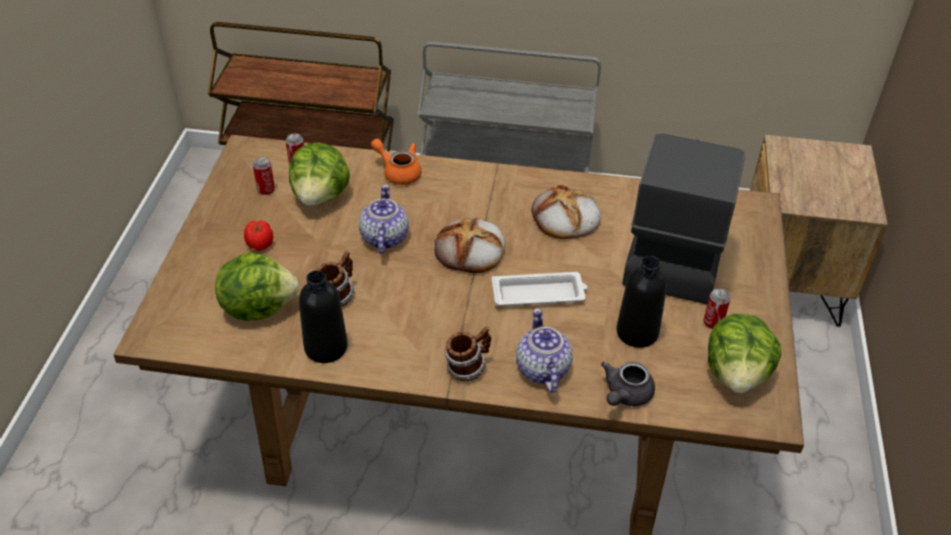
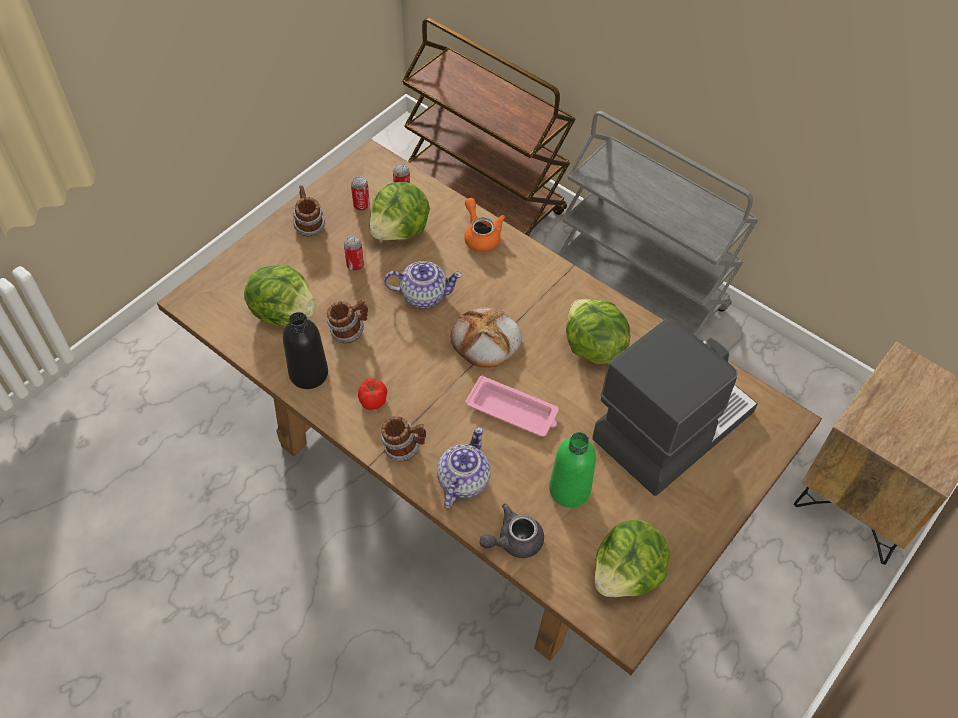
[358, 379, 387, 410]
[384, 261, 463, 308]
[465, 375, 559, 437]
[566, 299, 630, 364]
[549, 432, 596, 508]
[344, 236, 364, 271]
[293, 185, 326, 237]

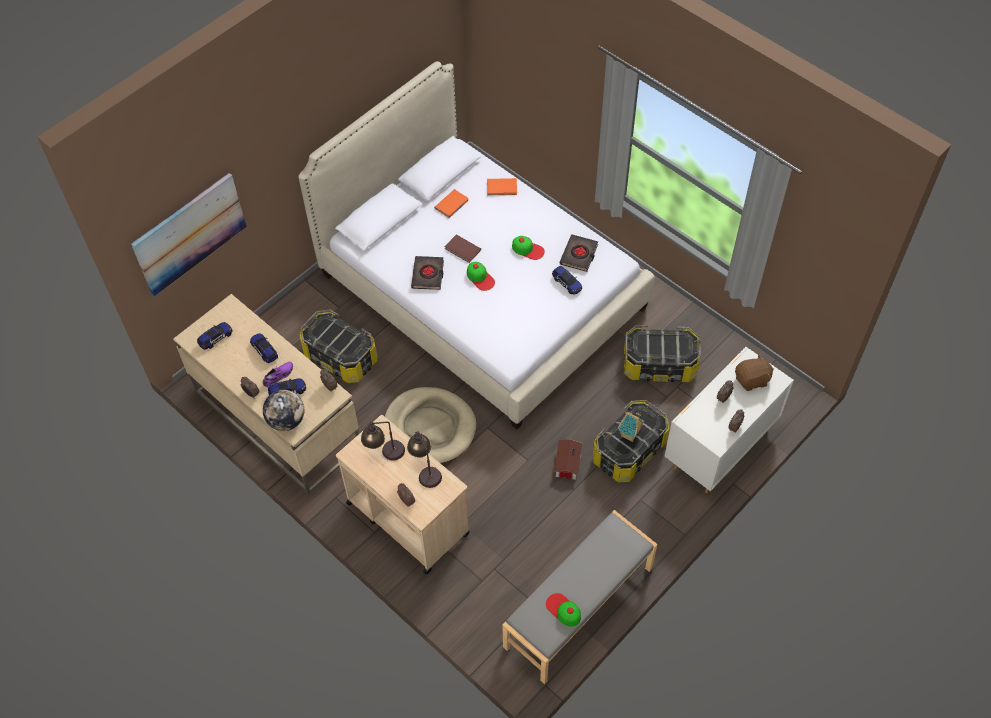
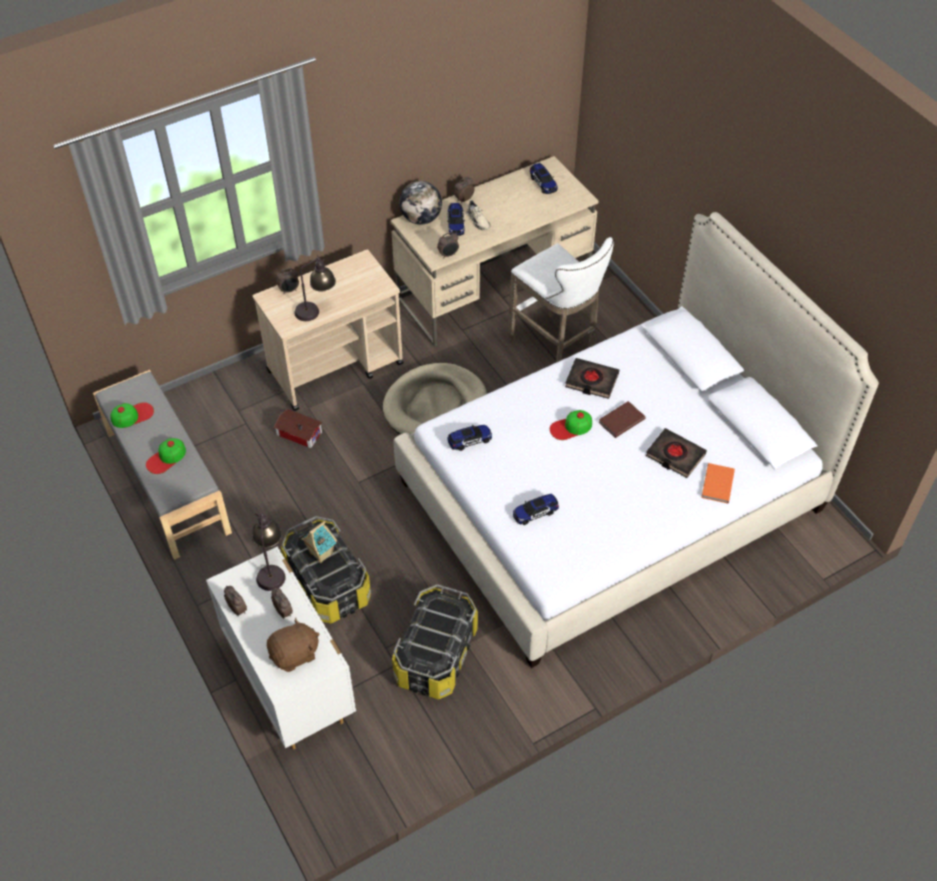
[131, 173, 247, 296] (first image)
[448, 425, 492, 451]
[466, 199, 490, 230]
[508, 237, 614, 363]
[252, 513, 286, 591]
[434, 189, 469, 218] (first image)
[146, 438, 186, 474]
[273, 409, 323, 448]
[646, 428, 707, 478]
[267, 617, 319, 672]

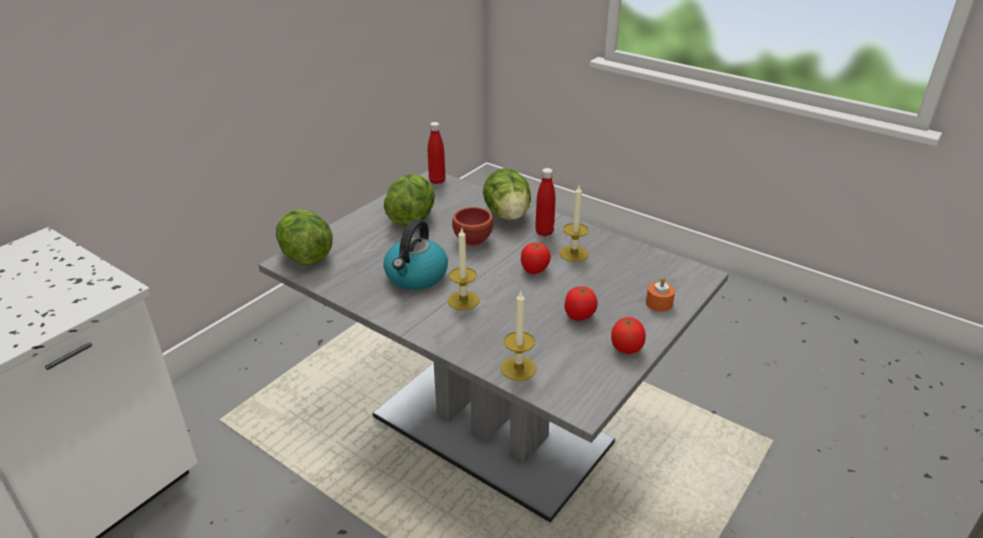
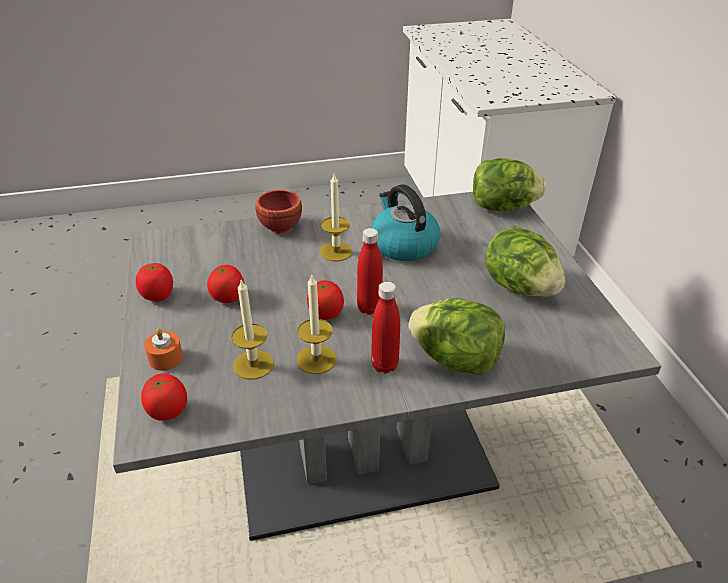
[357, 228, 383, 315]
[256, 189, 302, 234]
[231, 279, 274, 380]
[141, 374, 187, 421]

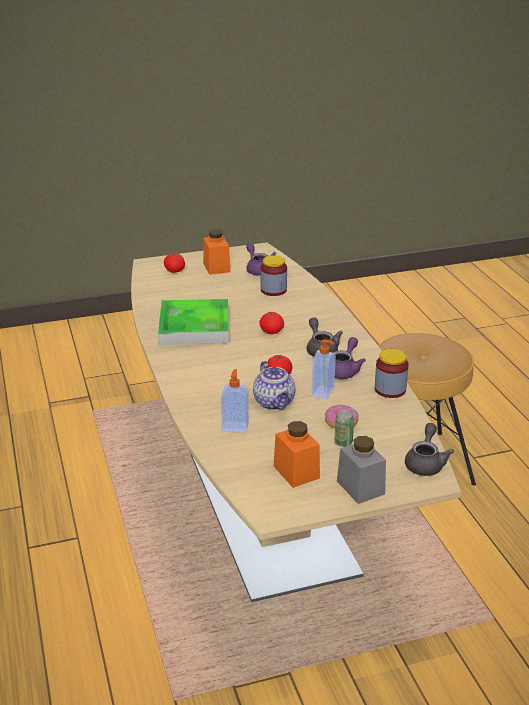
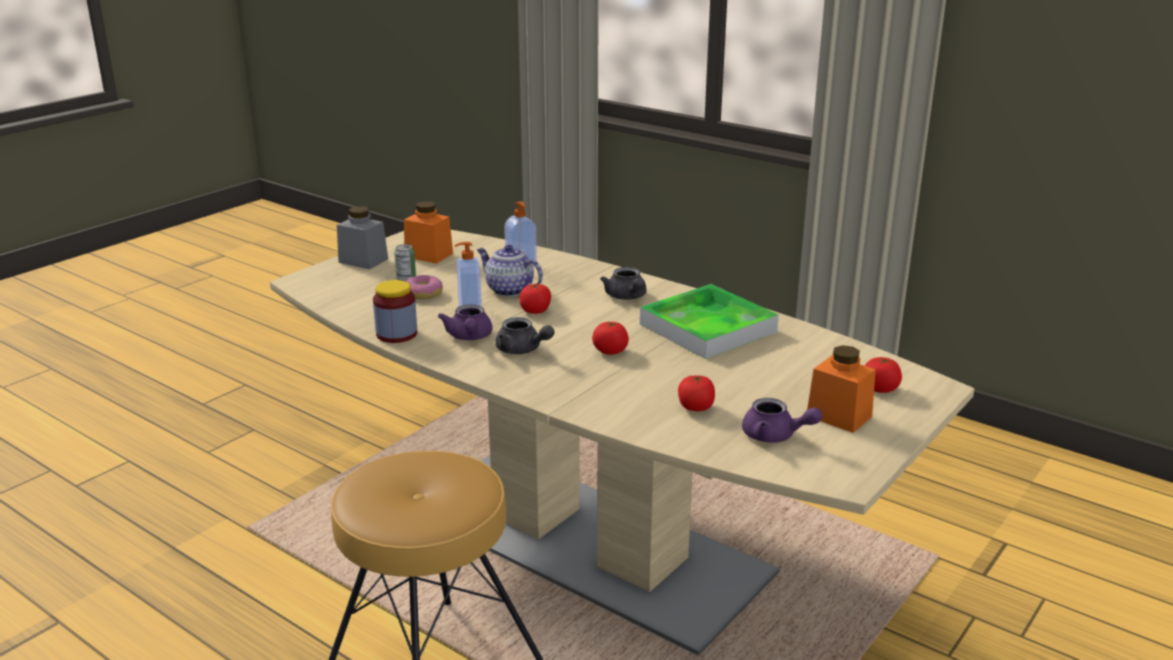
[678, 375, 715, 411]
[600, 267, 647, 300]

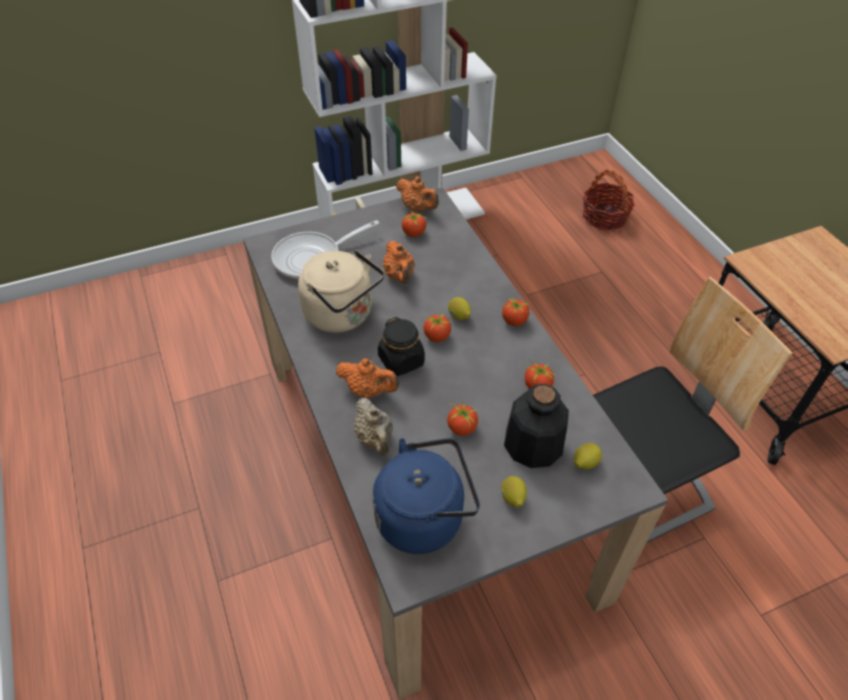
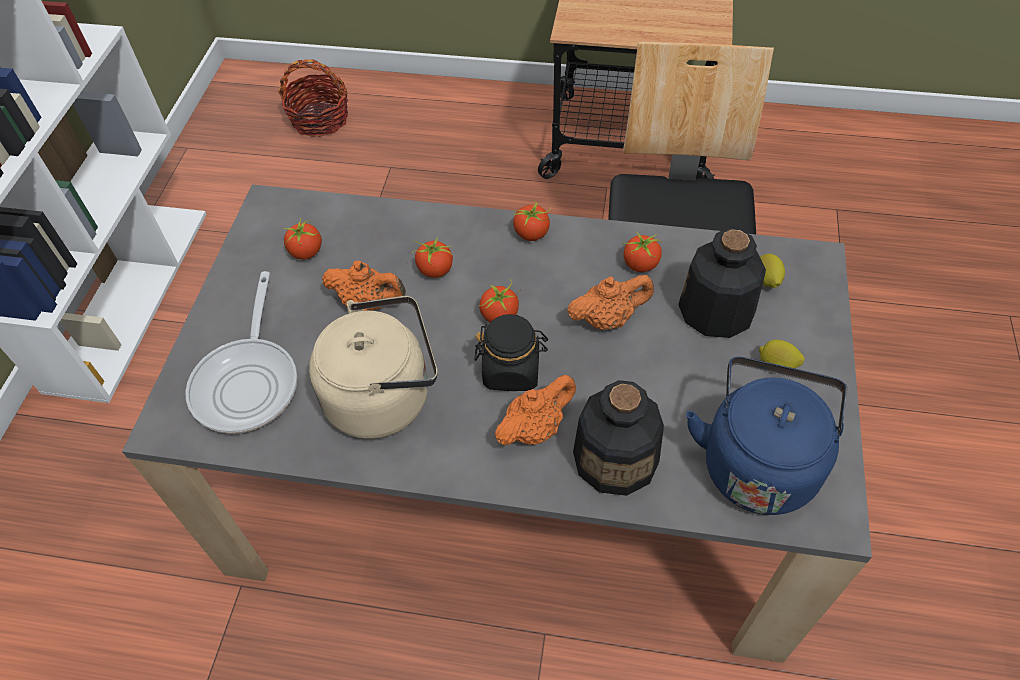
[573, 380, 664, 496]
[567, 275, 654, 329]
[412, 236, 453, 278]
[448, 297, 471, 320] (first image)

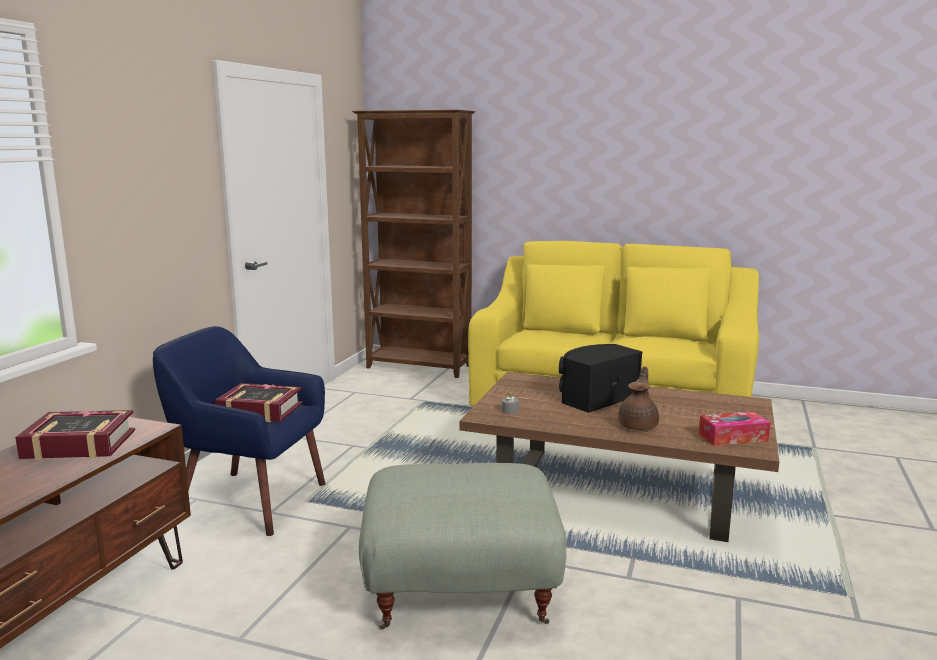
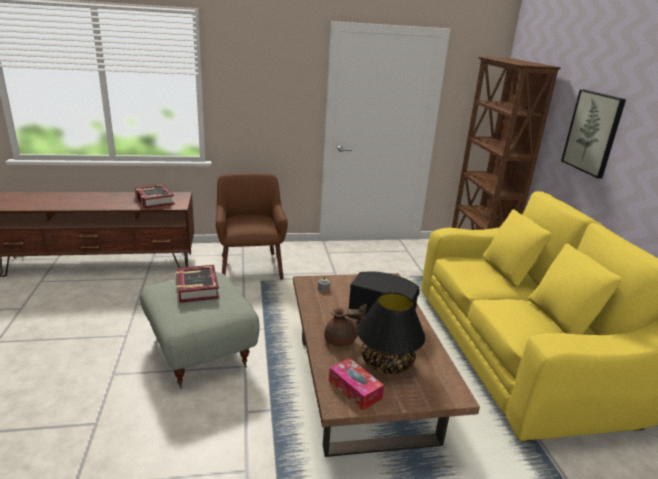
[216, 173, 288, 279]
[176, 265, 219, 303]
[357, 292, 425, 374]
[561, 89, 626, 179]

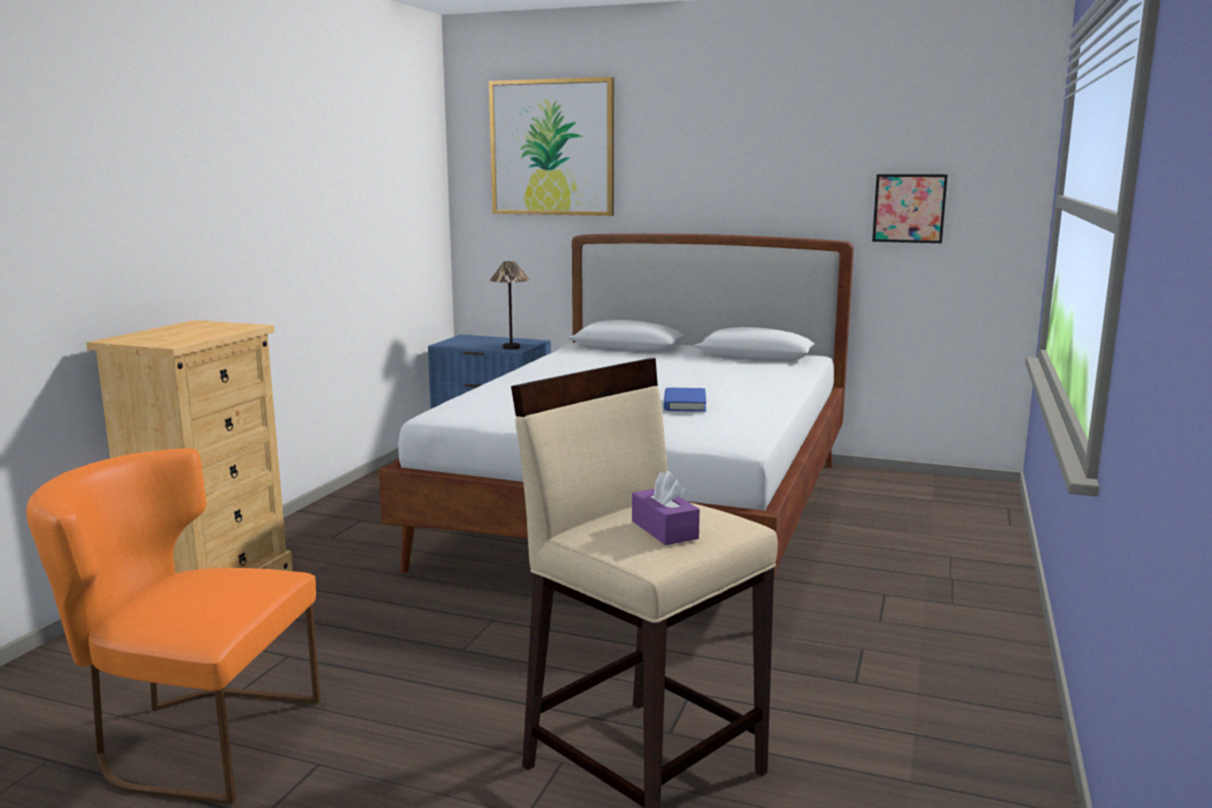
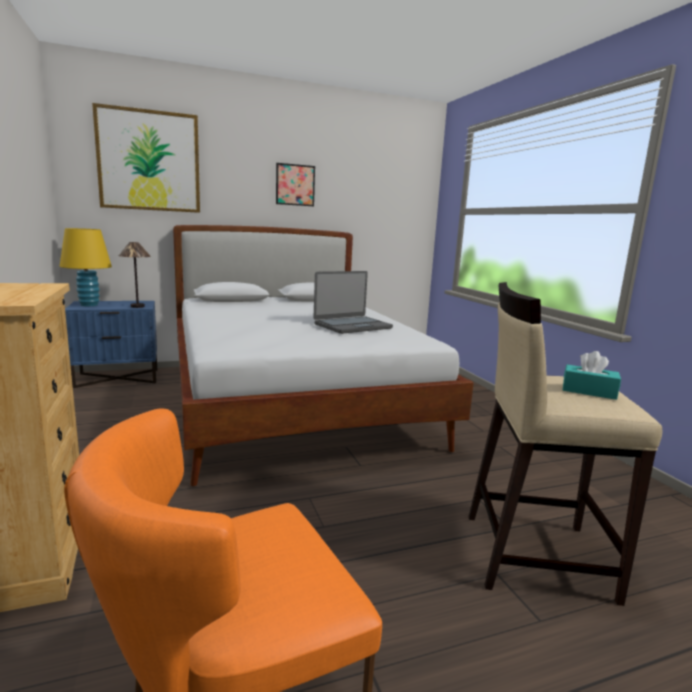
[563, 351, 621, 400]
[313, 271, 393, 334]
[276, 163, 315, 206]
[60, 228, 112, 306]

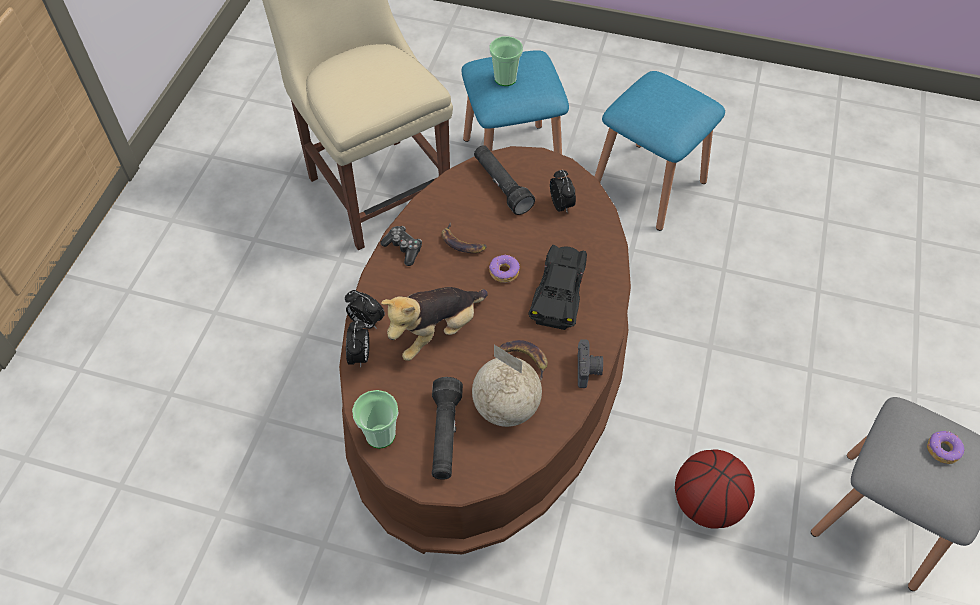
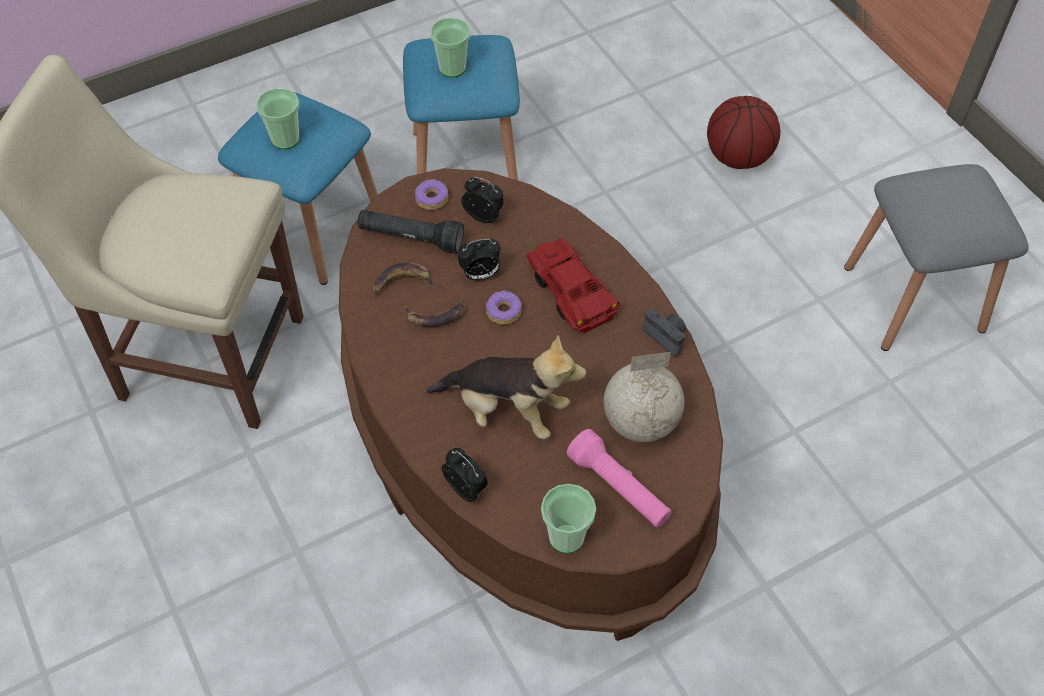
[458, 239, 501, 281]
[380, 226, 422, 266] (first image)
[426, 335, 586, 439]
[567, 429, 672, 527]
[373, 262, 436, 294]
[526, 237, 620, 333]
[707, 96, 780, 169]
[415, 179, 449, 210]
[430, 18, 471, 78]

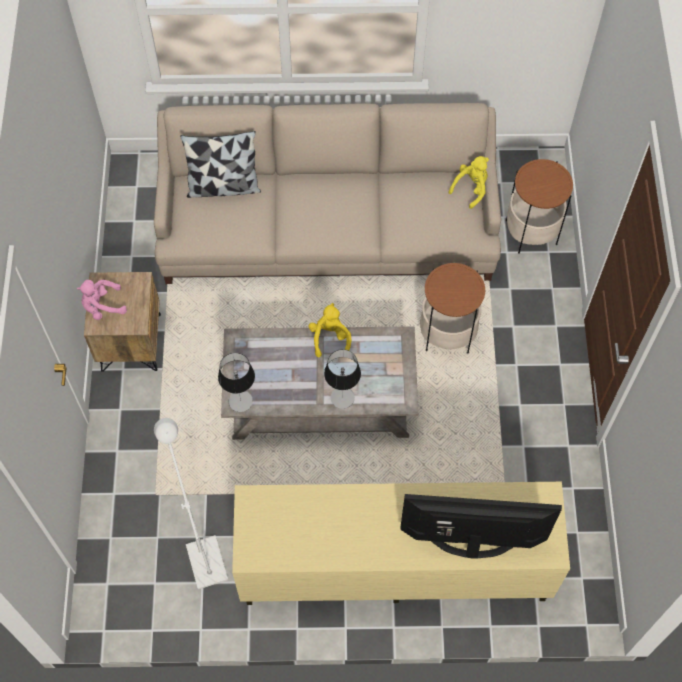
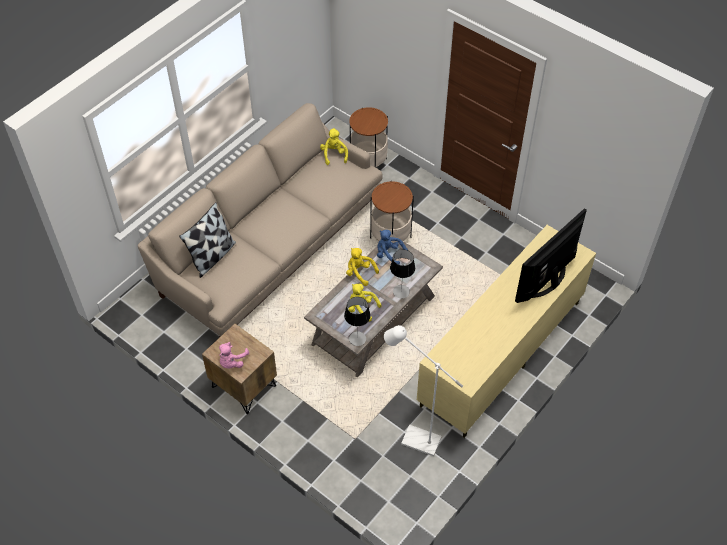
[348, 284, 381, 322]
[377, 230, 408, 265]

